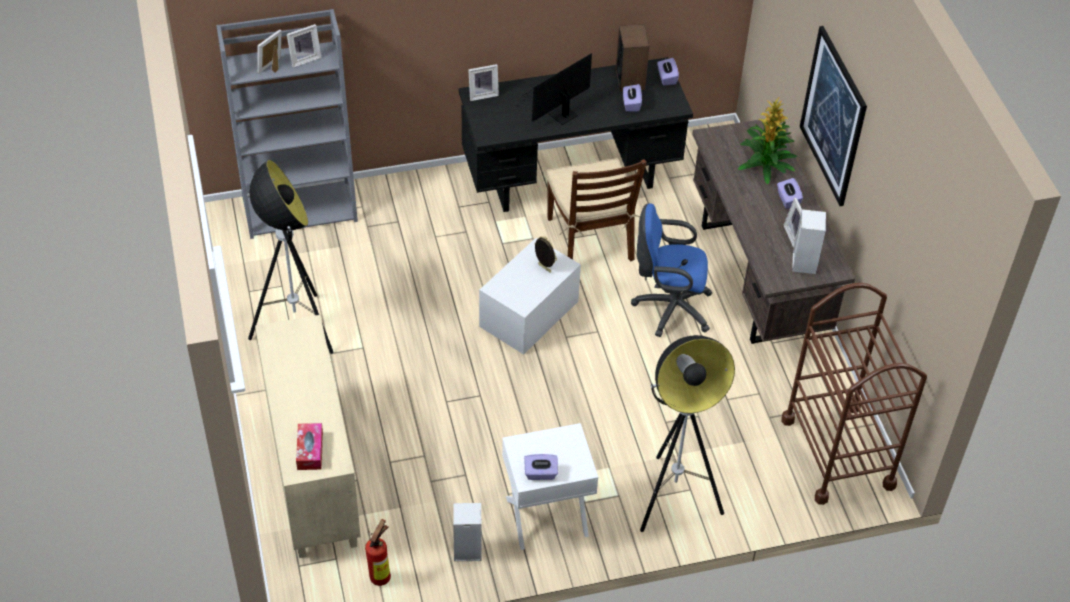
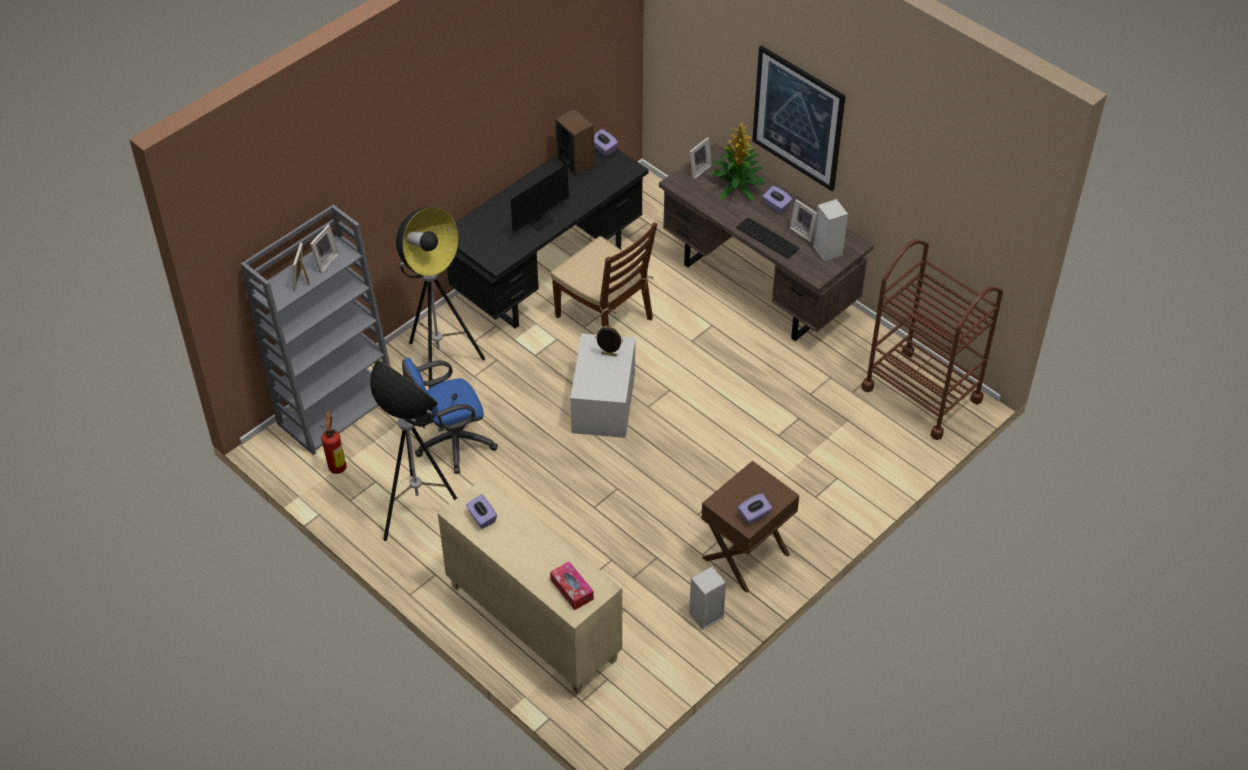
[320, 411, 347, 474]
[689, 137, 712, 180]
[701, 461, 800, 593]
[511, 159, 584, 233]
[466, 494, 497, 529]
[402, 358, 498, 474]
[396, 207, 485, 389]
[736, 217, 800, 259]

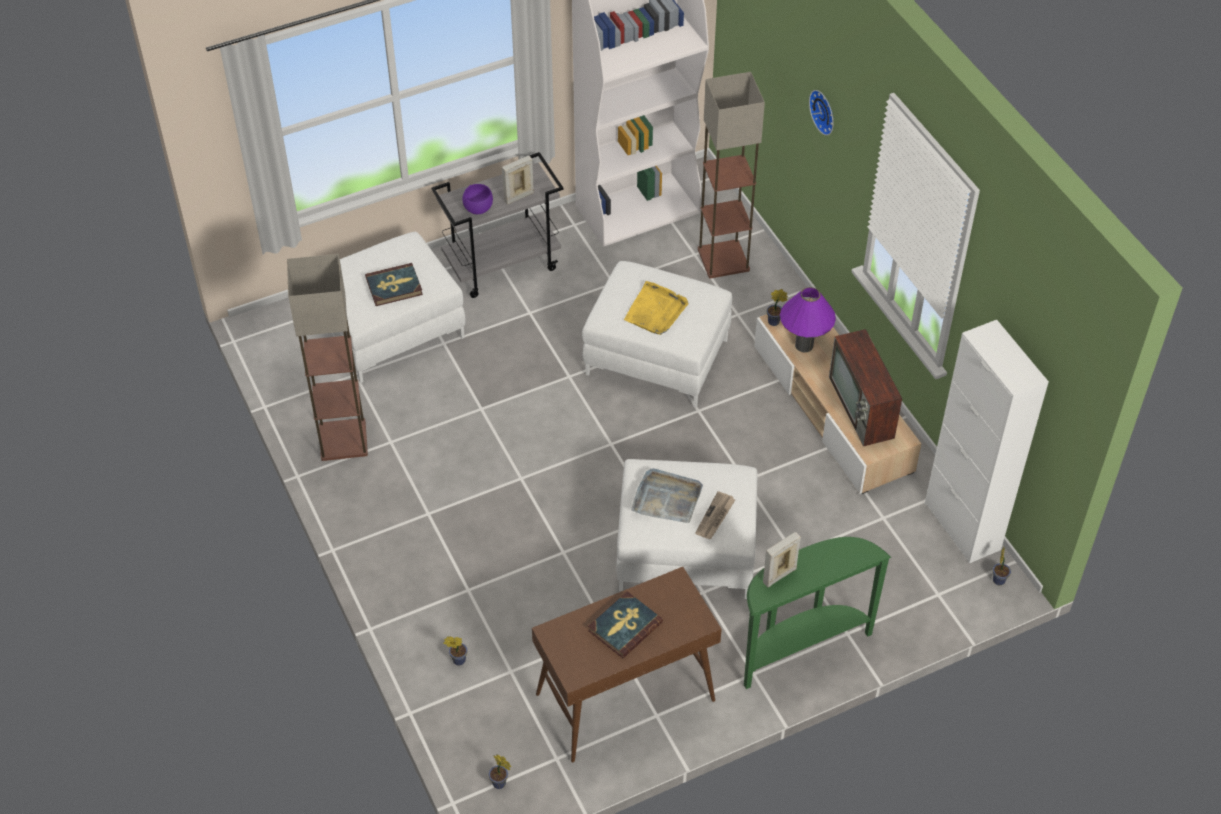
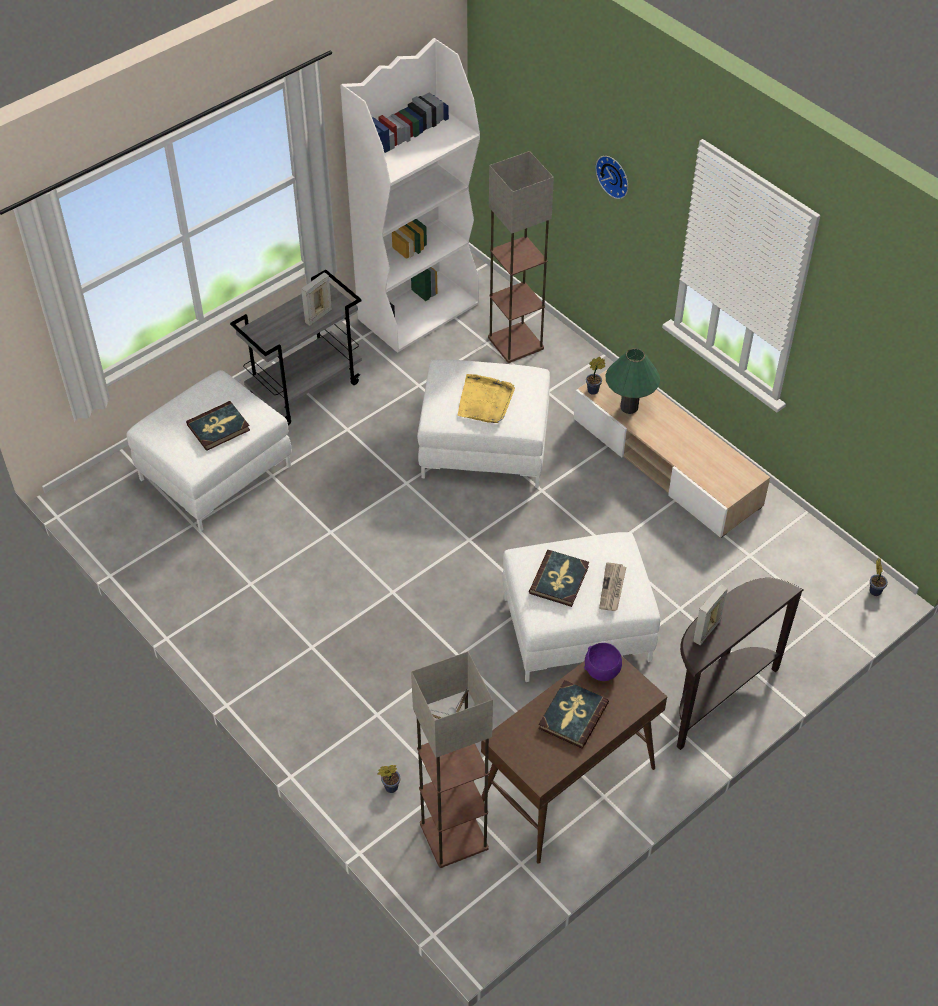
[411, 651, 493, 868]
[584, 643, 622, 681]
[489, 754, 511, 789] (first image)
[529, 550, 589, 607]
[677, 578, 803, 750]
[605, 348, 660, 414]
[829, 329, 902, 446] (first image)
[925, 320, 1049, 563] (first image)

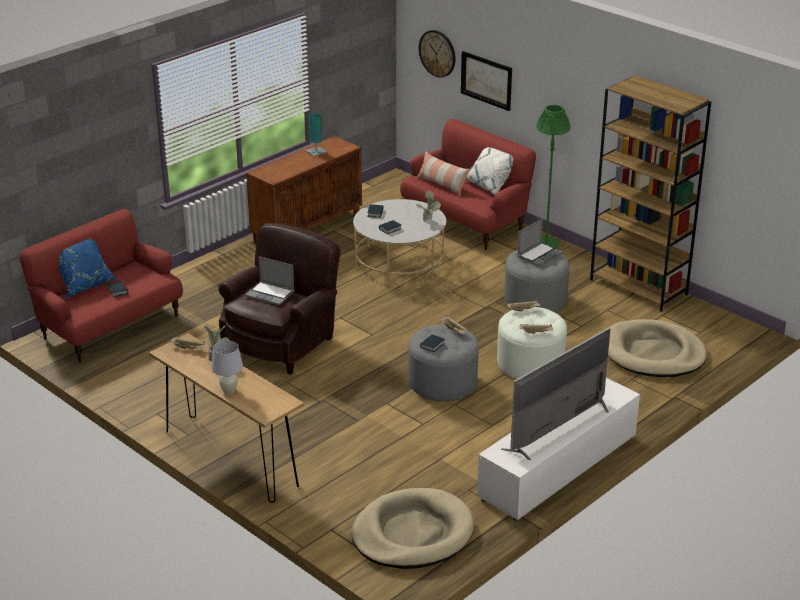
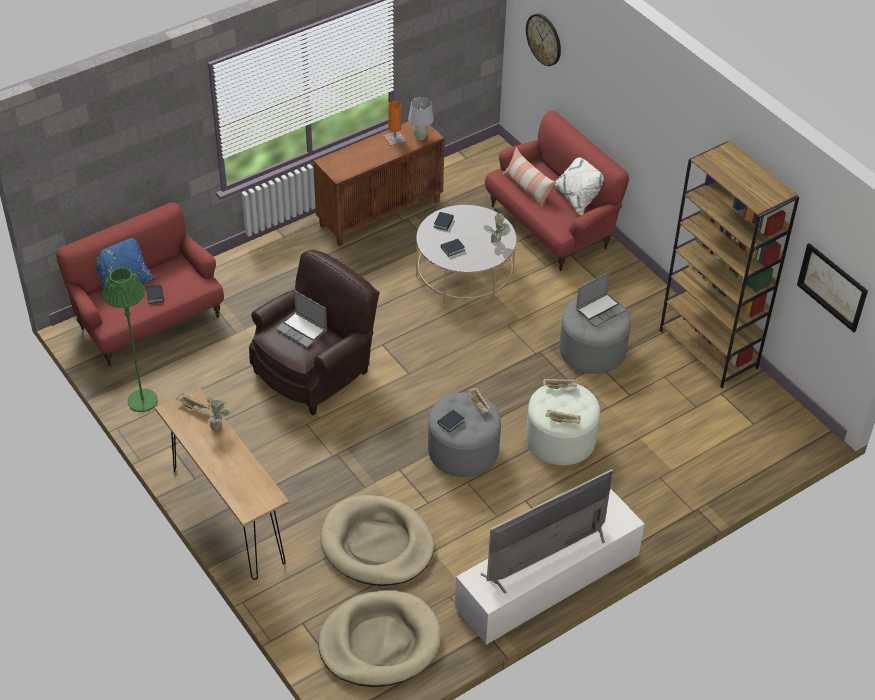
[408, 97, 434, 140]
[384, 101, 406, 146]
[797, 243, 868, 332]
[103, 268, 158, 412]
[320, 495, 434, 586]

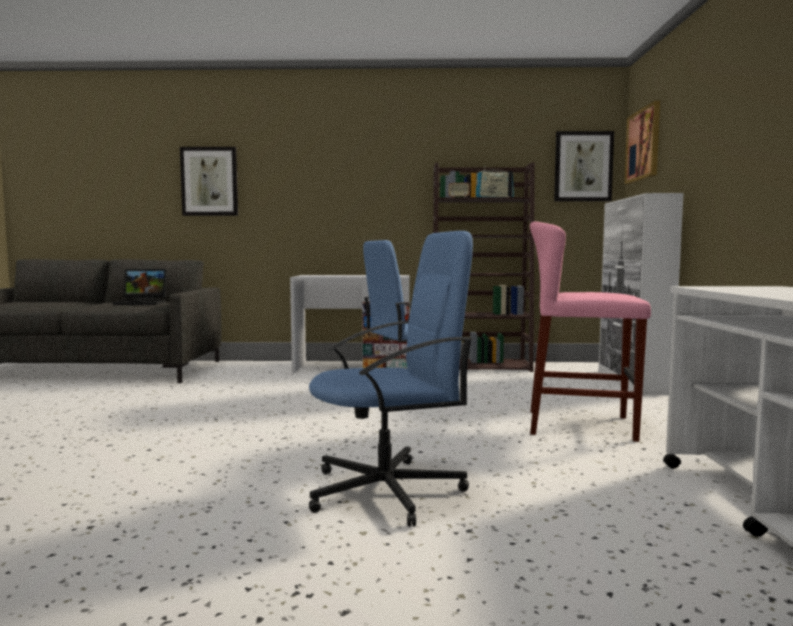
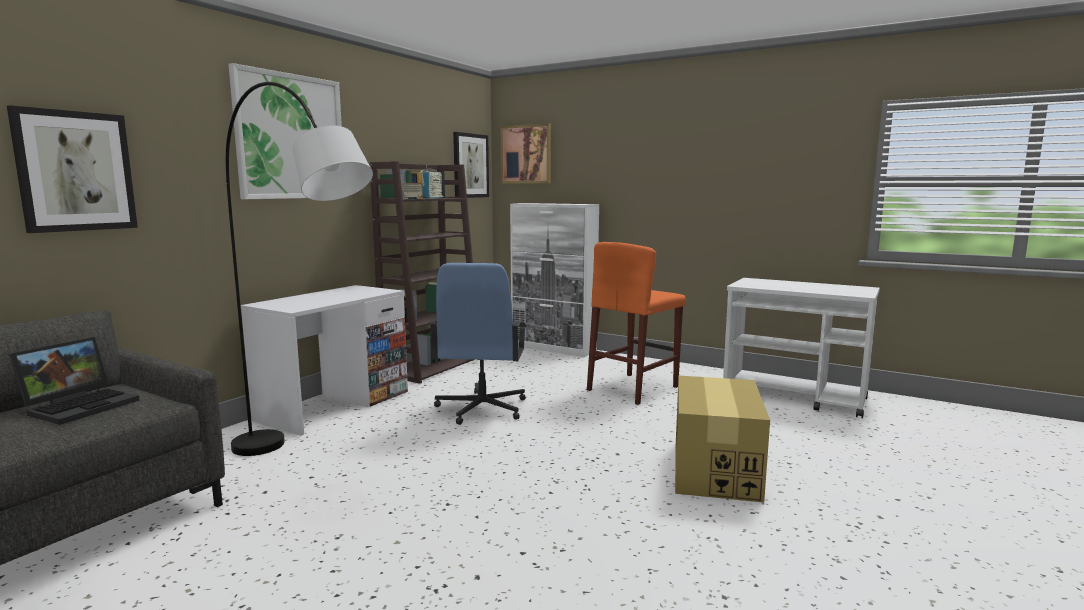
[675, 376, 770, 503]
[587, 242, 686, 405]
[226, 82, 373, 456]
[228, 63, 346, 199]

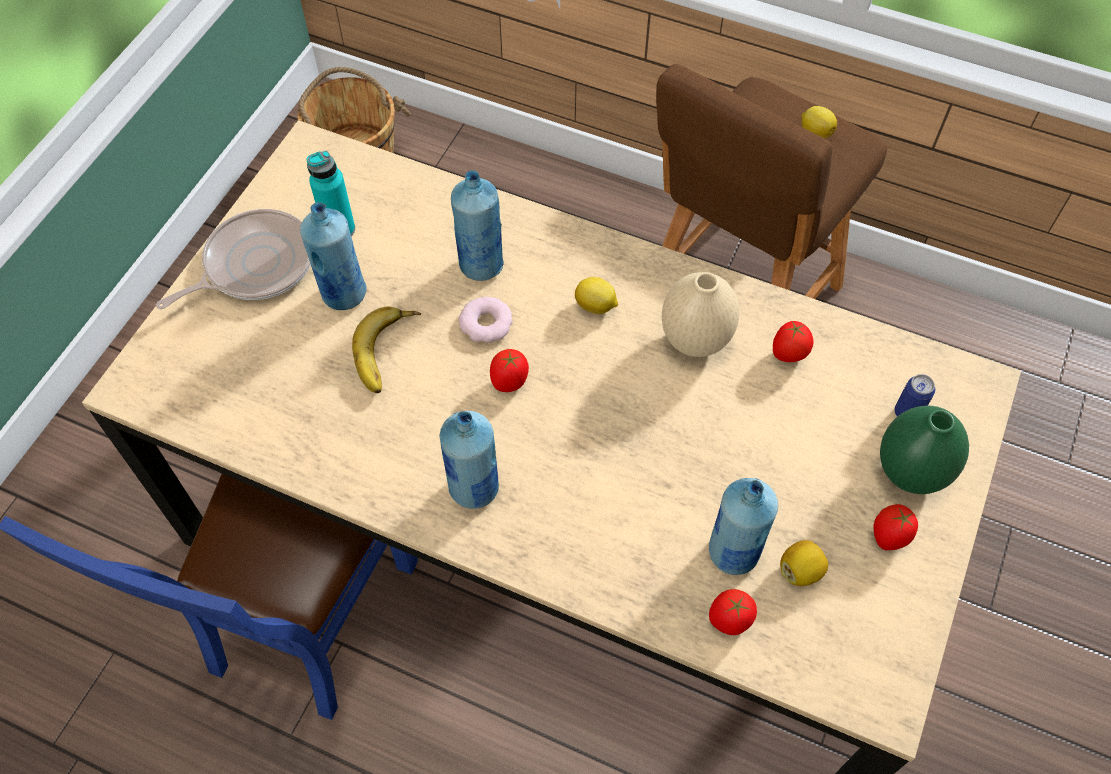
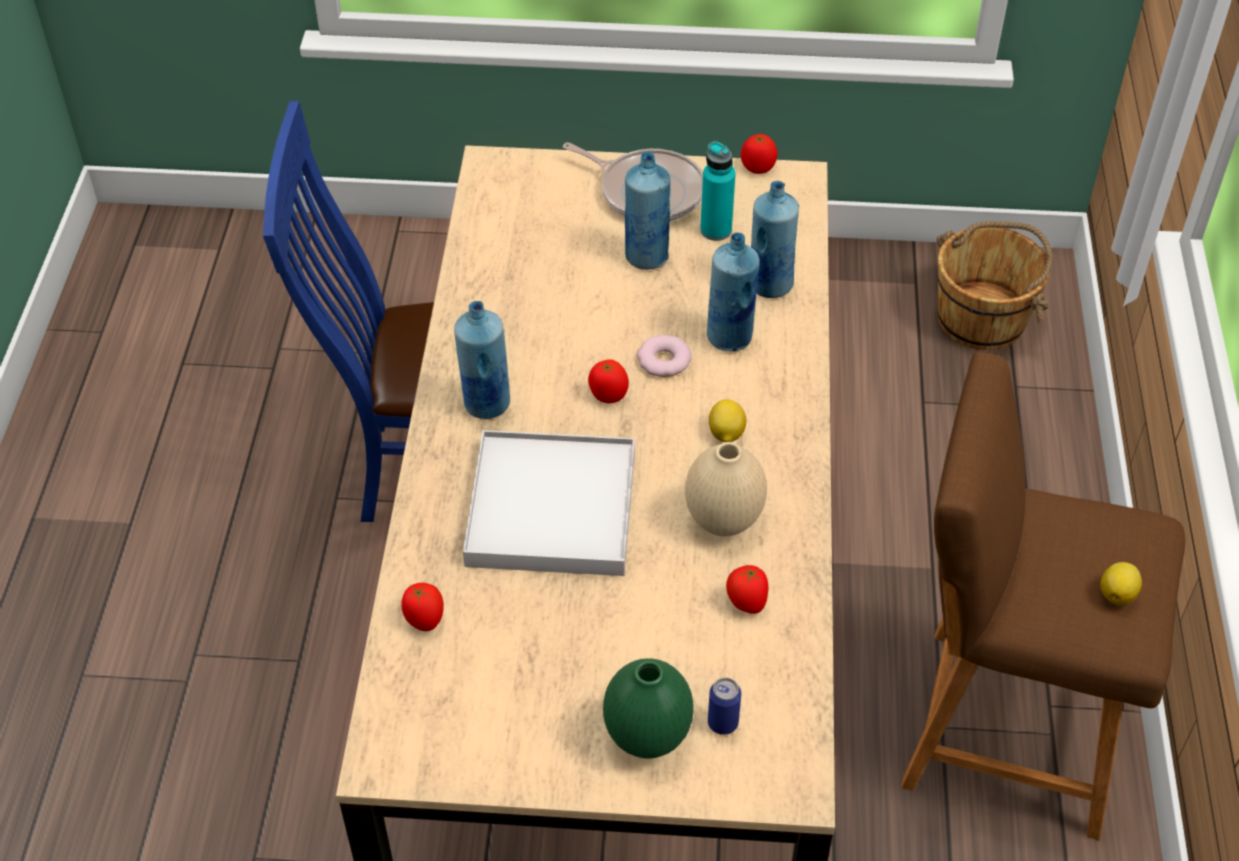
[352, 307, 421, 393] (first image)
[751, 181, 799, 298]
[780, 540, 828, 586] (first image)
[741, 134, 778, 174]
[463, 430, 635, 576]

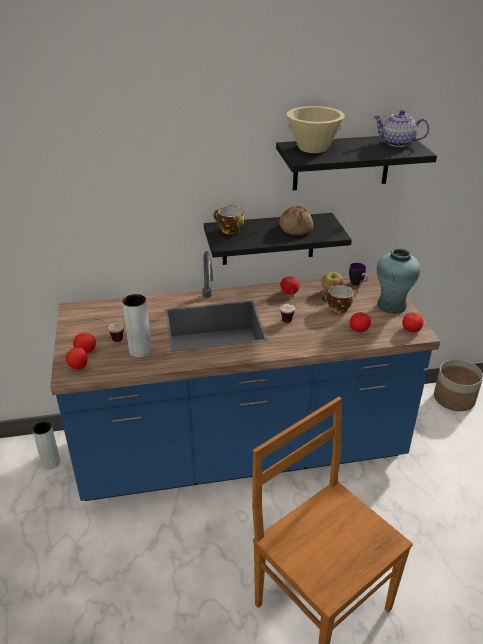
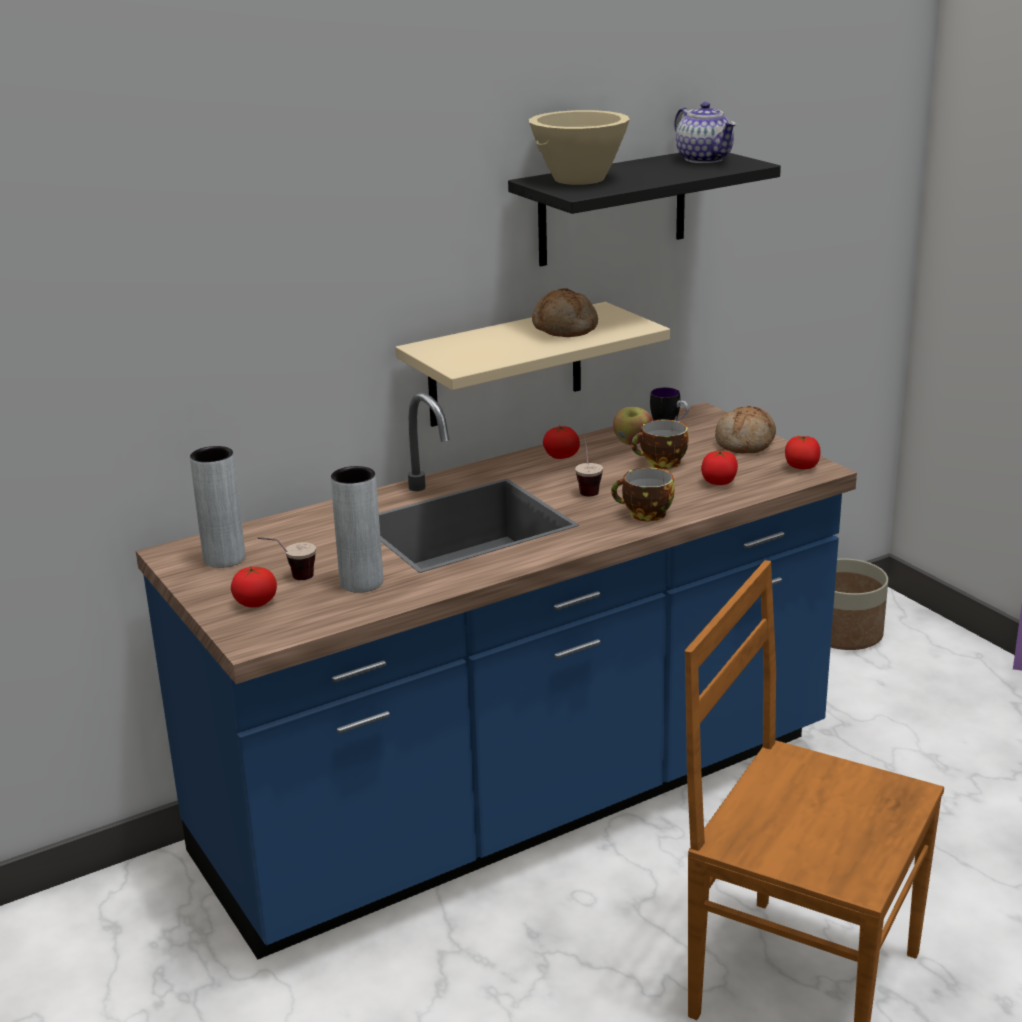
[190, 446, 246, 568]
[66, 347, 88, 370] (first image)
[395, 302, 670, 427]
[611, 467, 675, 521]
[675, 102, 737, 163]
[715, 406, 776, 454]

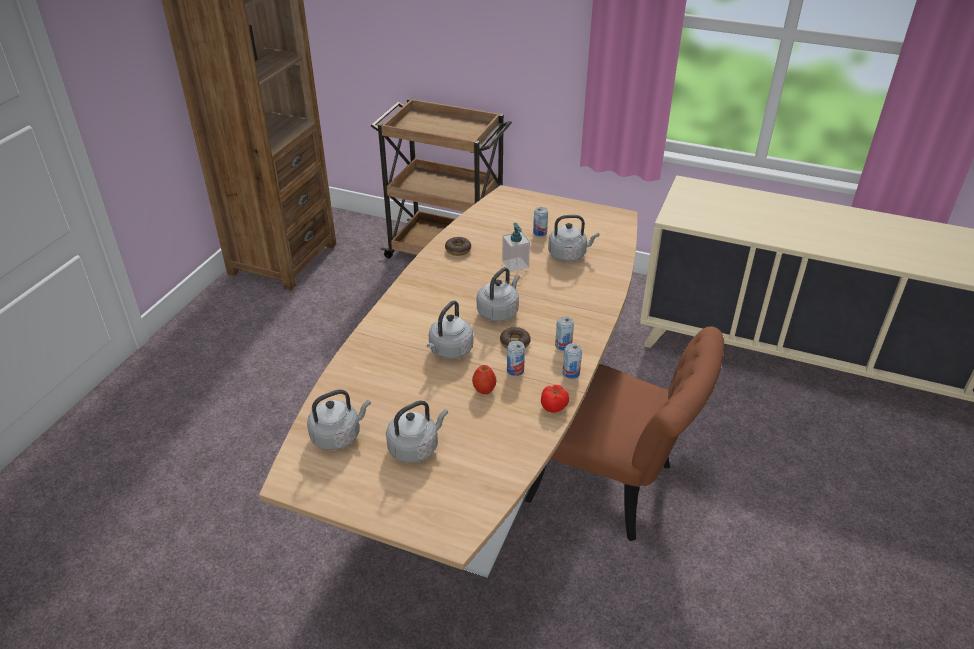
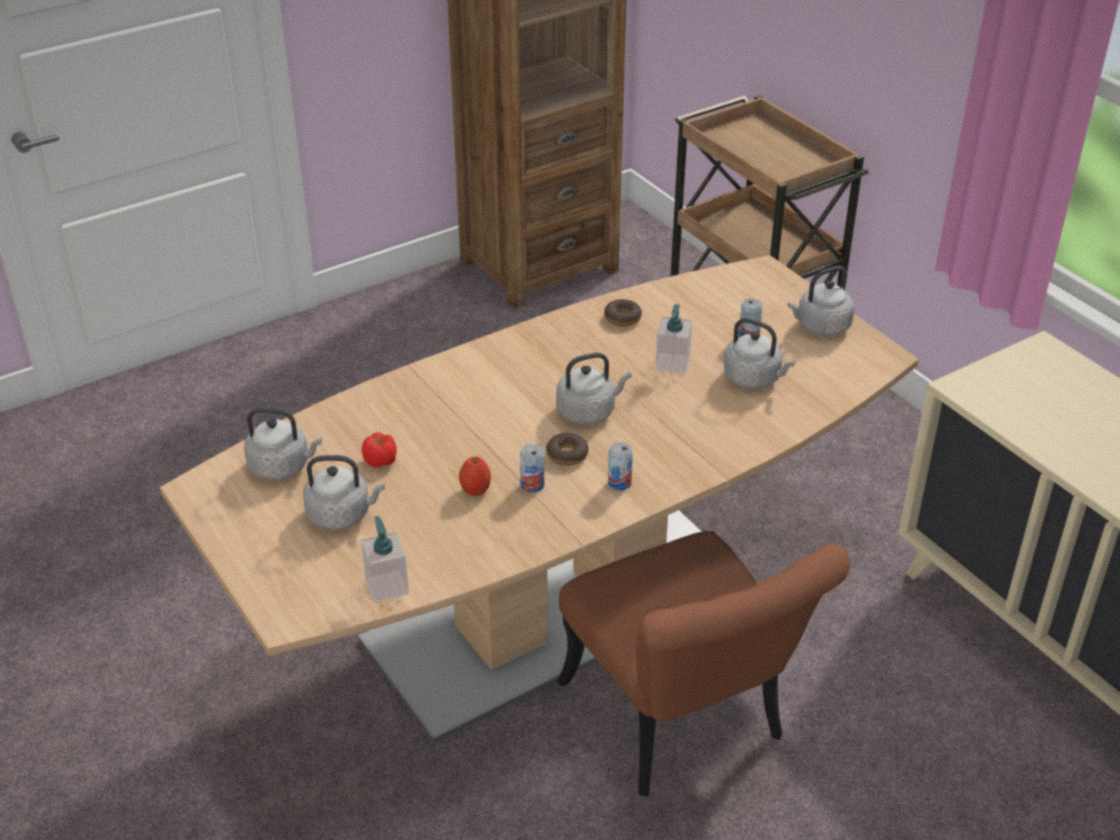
[787, 266, 855, 336]
[362, 432, 397, 467]
[563, 343, 582, 379] (first image)
[361, 516, 409, 602]

